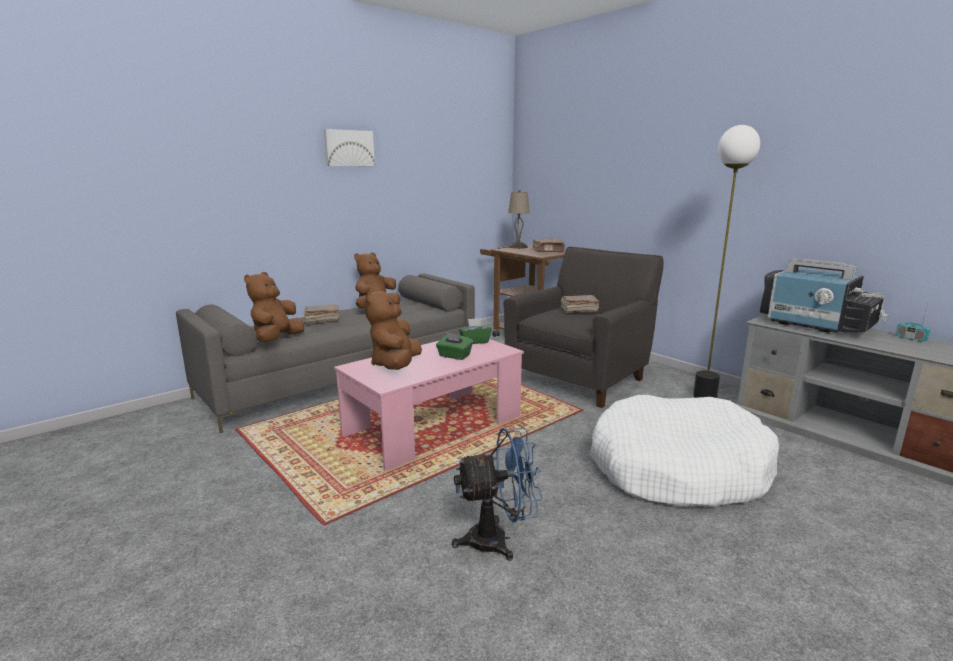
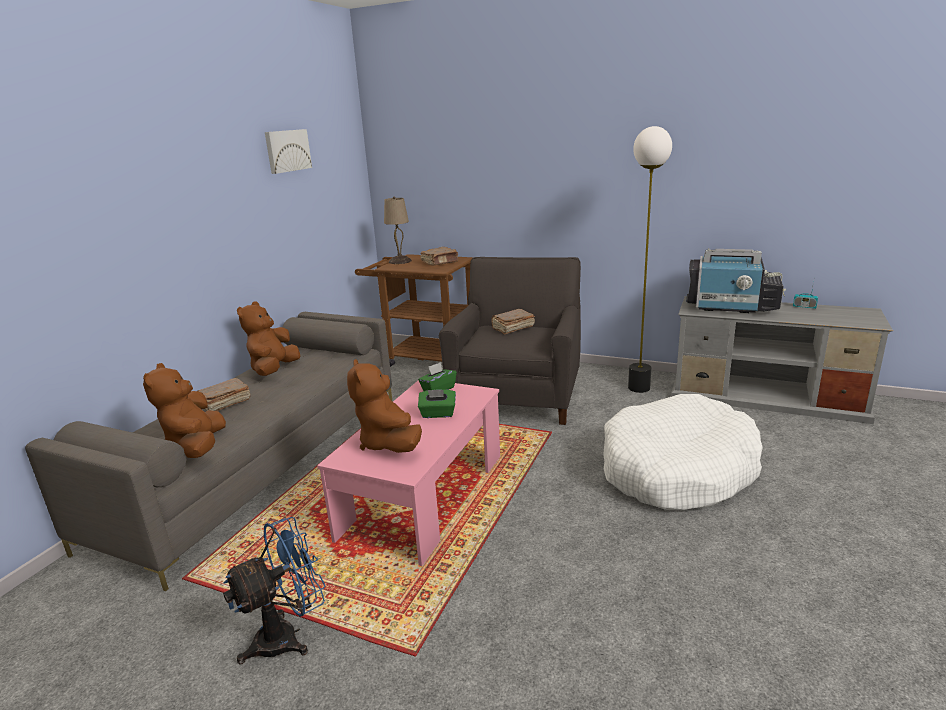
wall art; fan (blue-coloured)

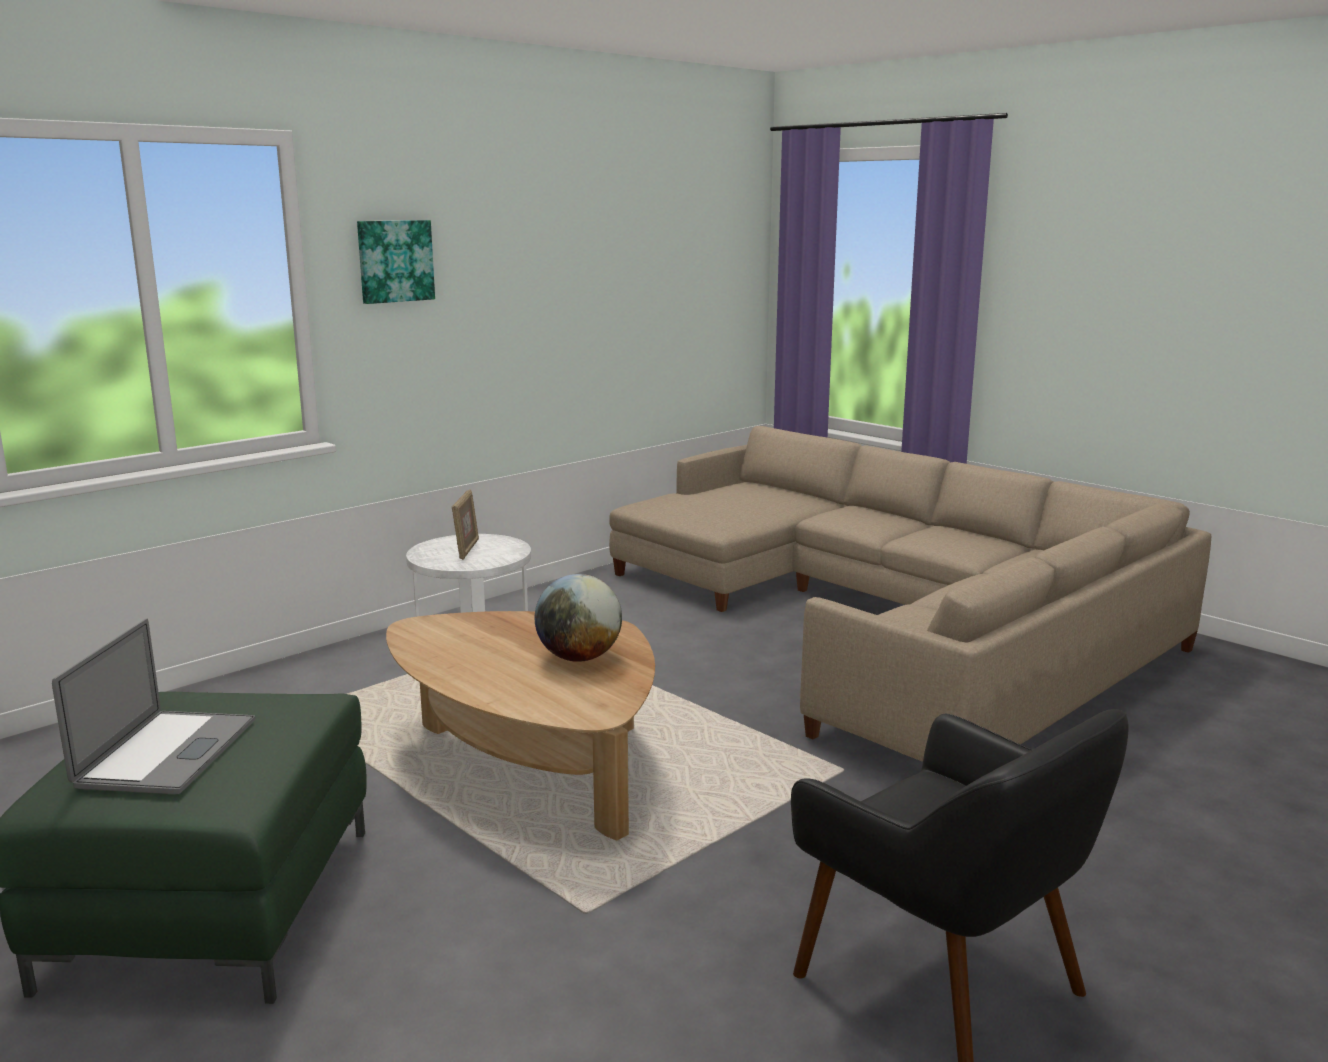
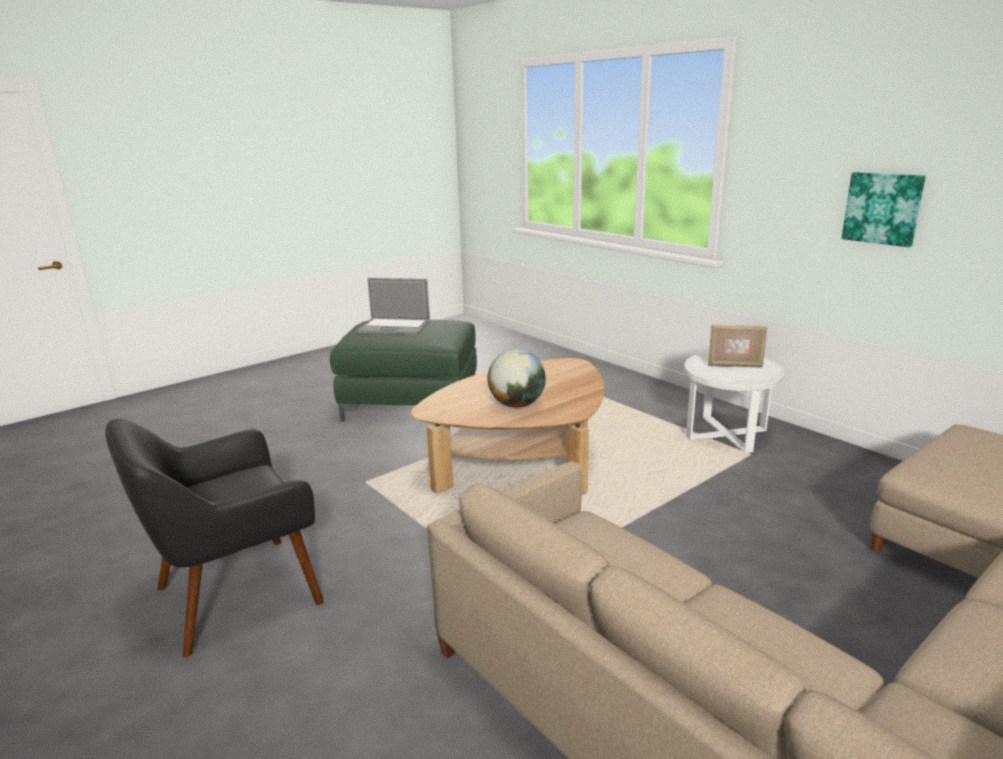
wall art

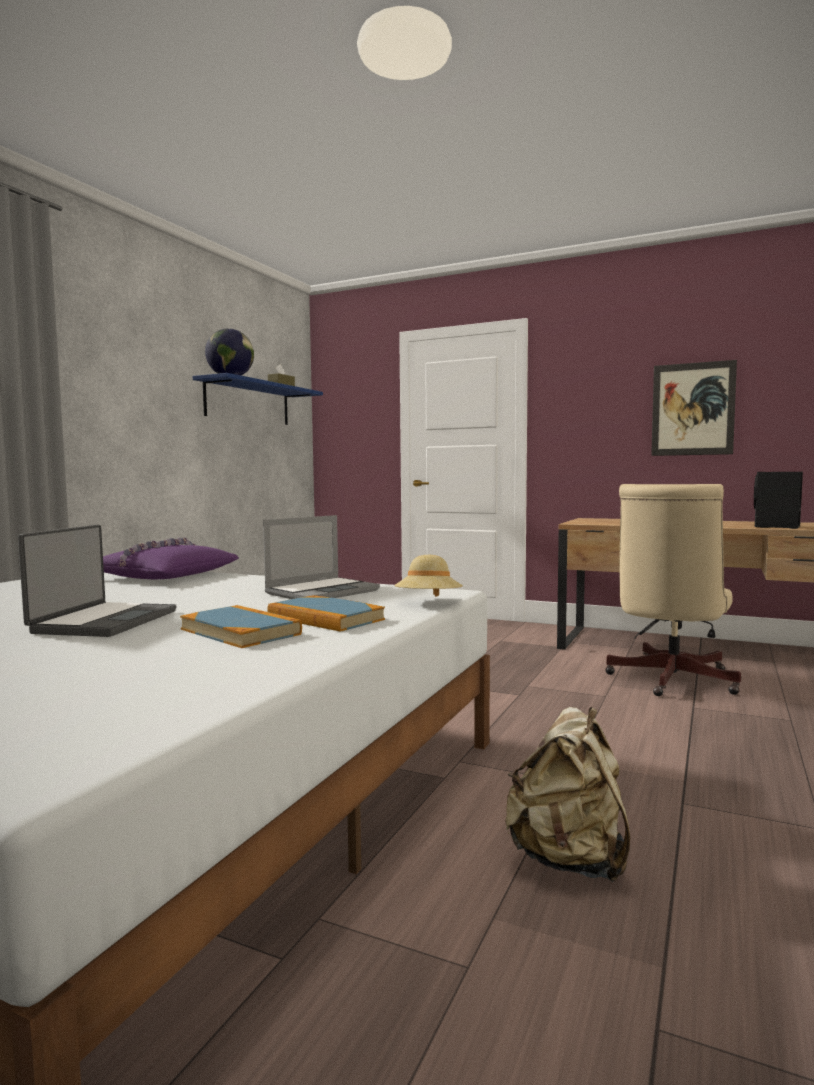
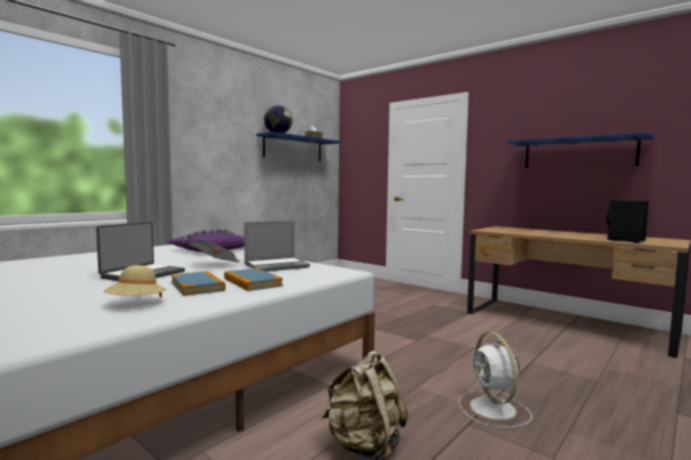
wall shelf (blue-coloured) (2nd from left); desk chair (sand-coloured); hat (sand-coloured); printed paper; fan (white-coloured)

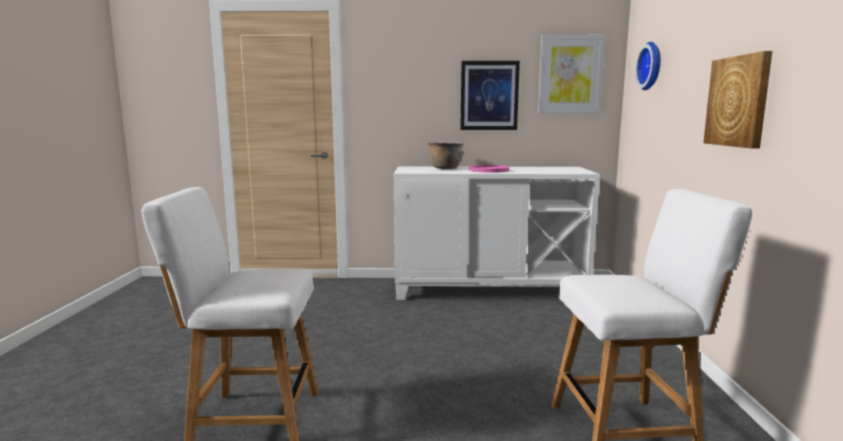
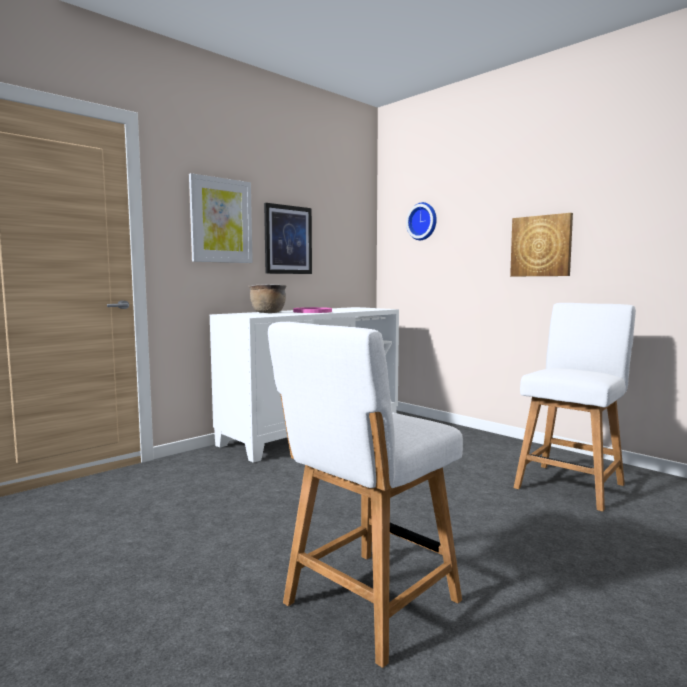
wall art (1st from left)

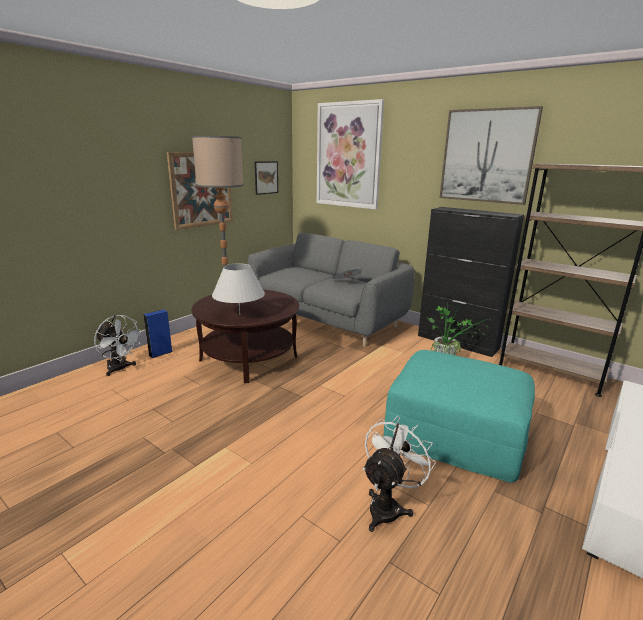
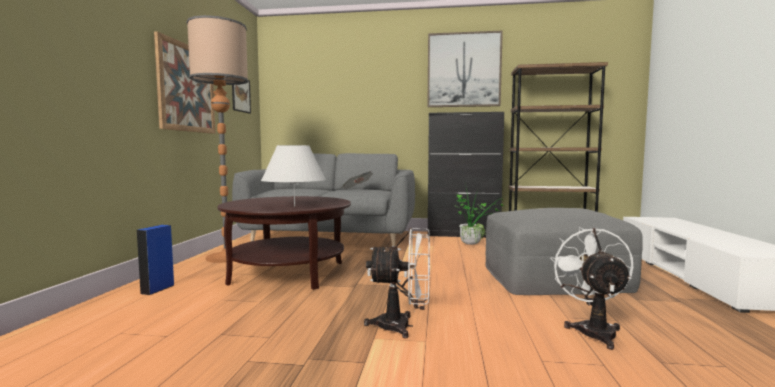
wall art (3rd from left in the first image); fan (white-coloured) (1st from left); footrest (greyish)

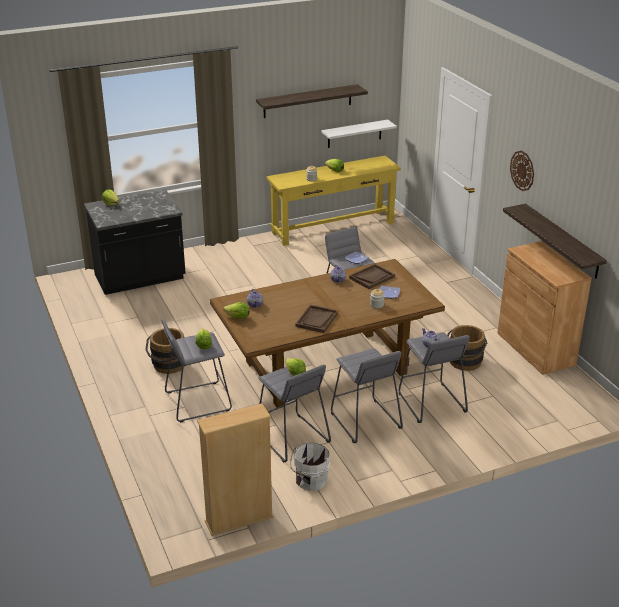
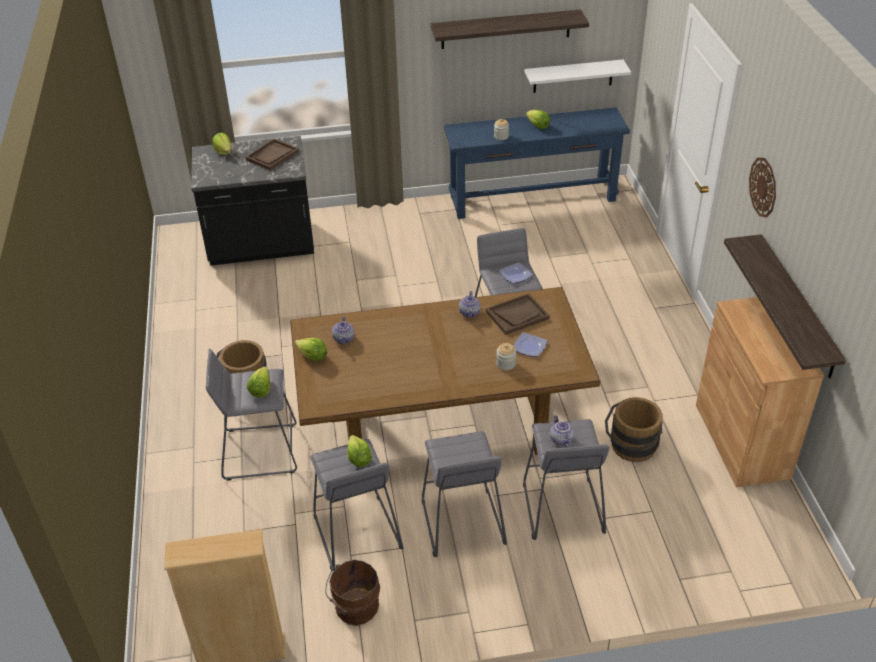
hall table (blue-coloured); carrying tray (brown) (1st from left); bucket (brown) (2nd from left)

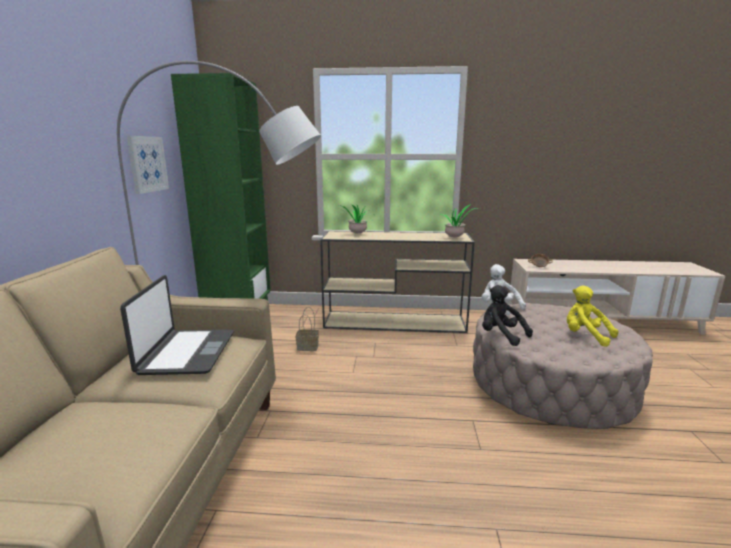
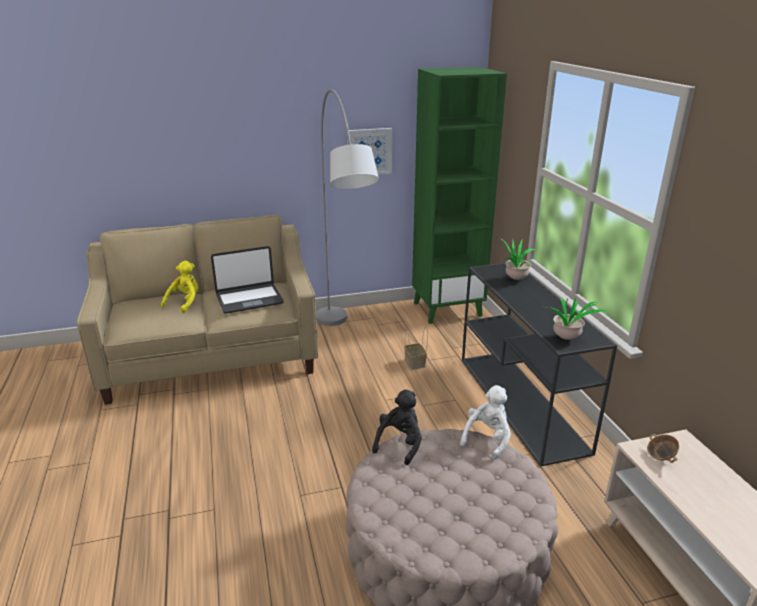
hall table (black-coloured); soft toy (yellow-coloured)

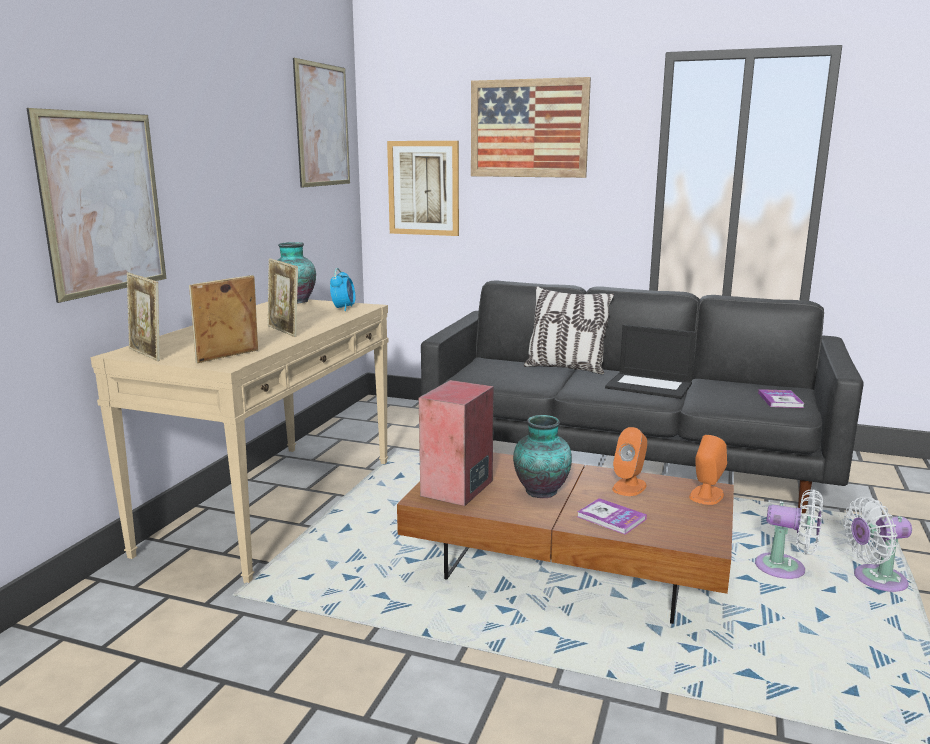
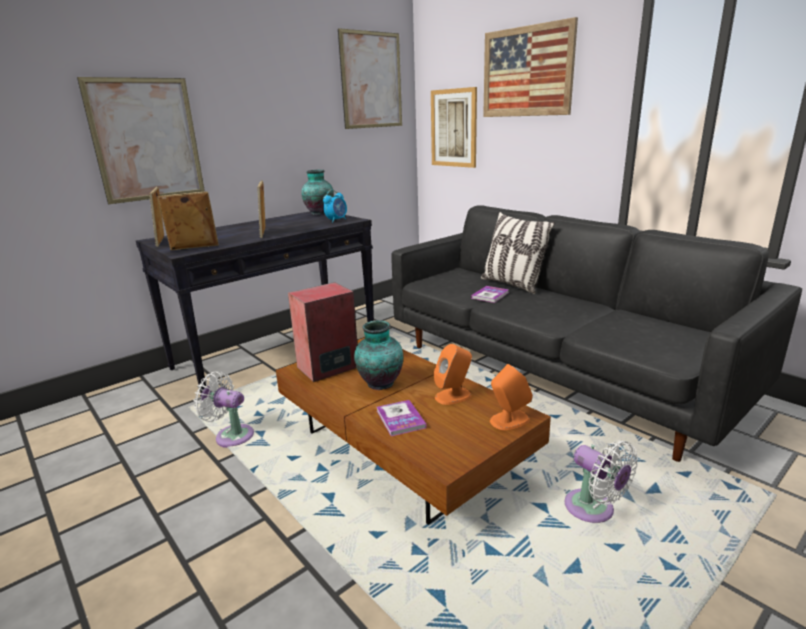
hall table (black-coloured); portable computer; bound book (2nd from left); fan (white-coloured) (1st from left)

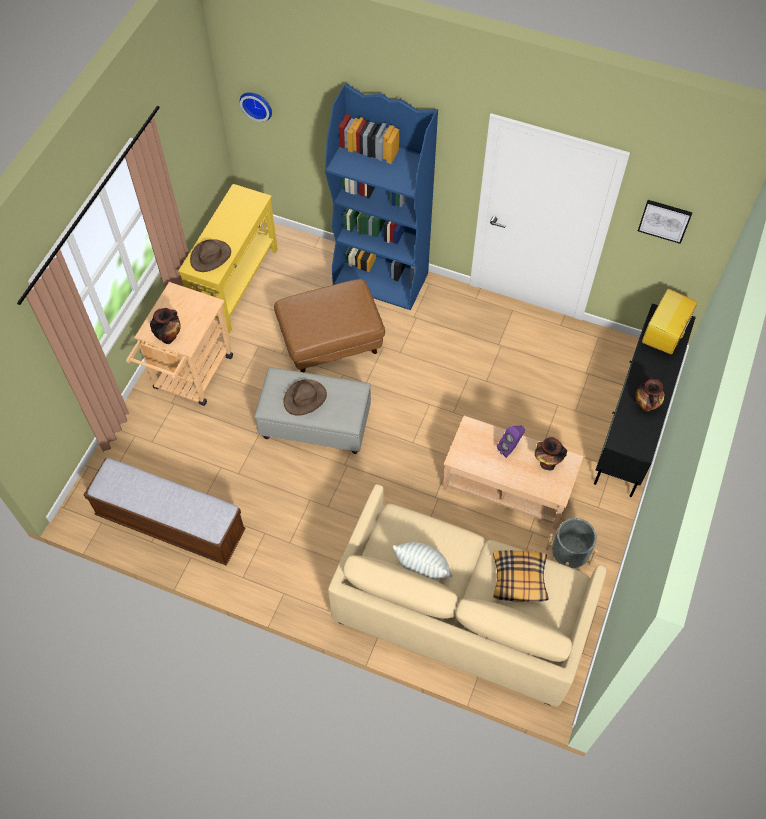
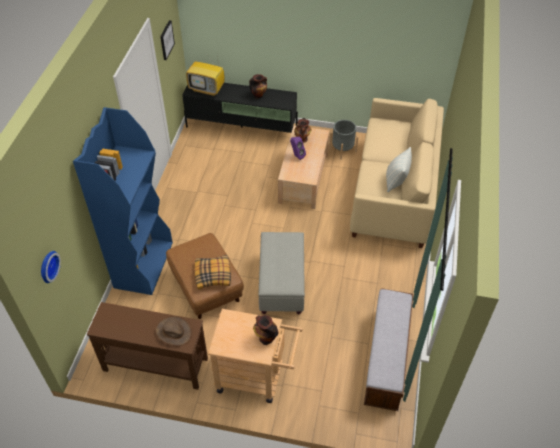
hall table (brown); hat (brown) (2nd from left in the first image); cushion (1st from left)

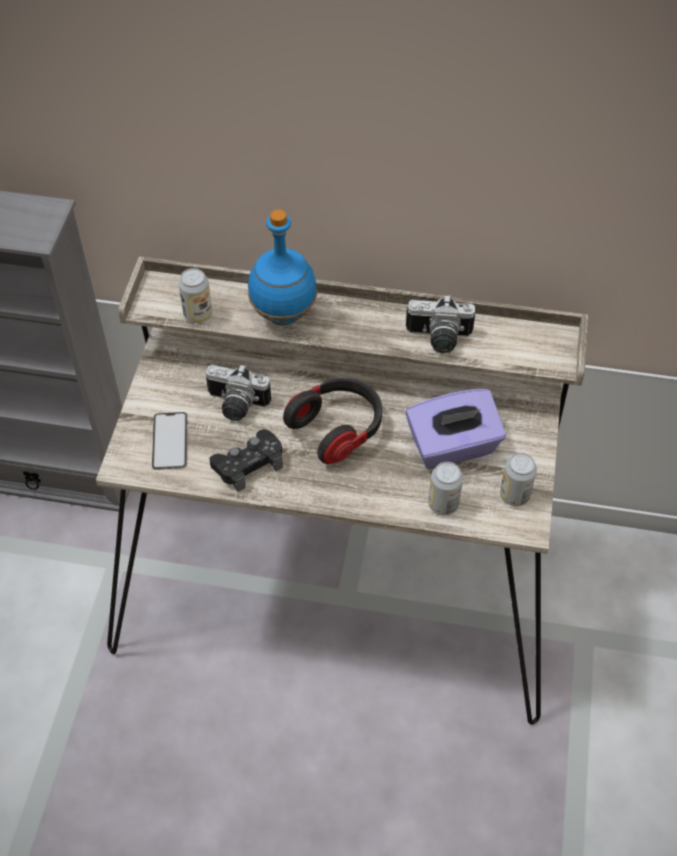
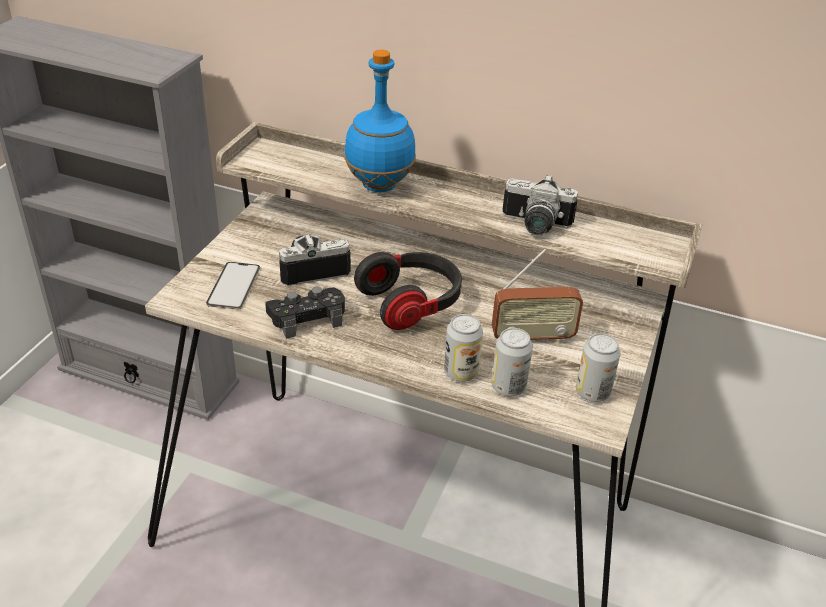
can (1st from left); photo camera (1st from left); radio set

